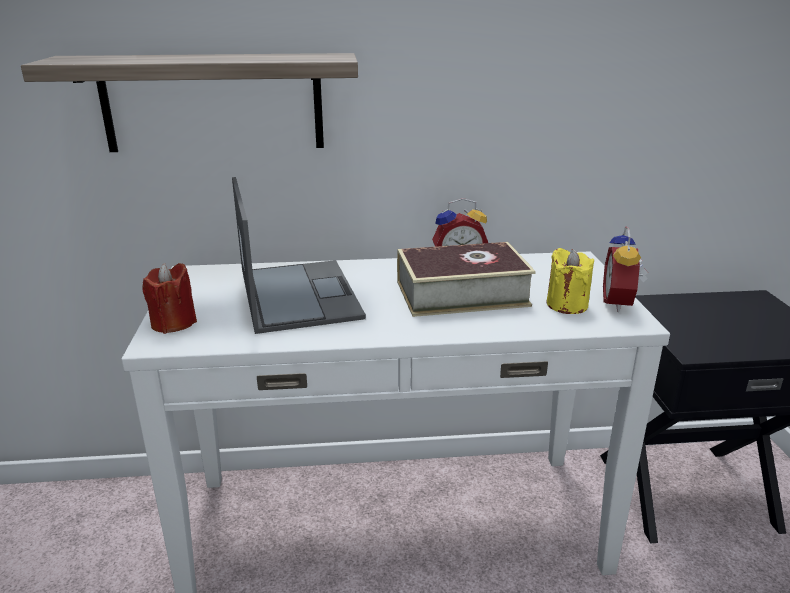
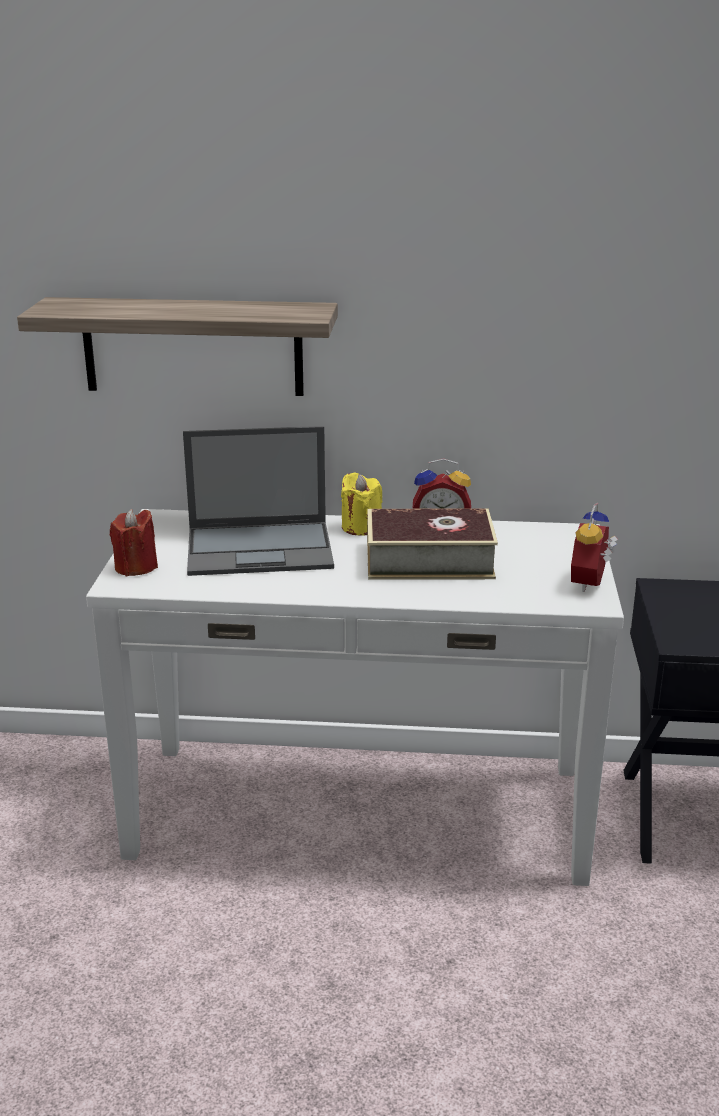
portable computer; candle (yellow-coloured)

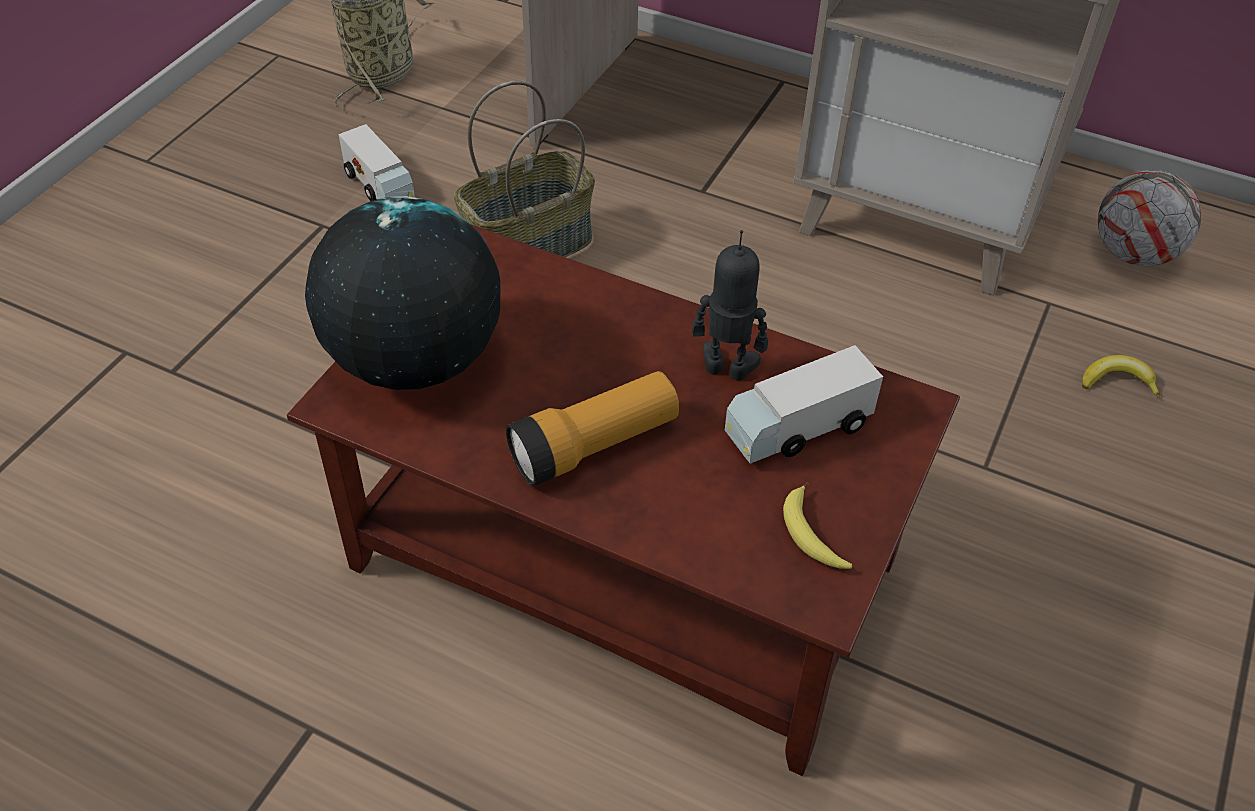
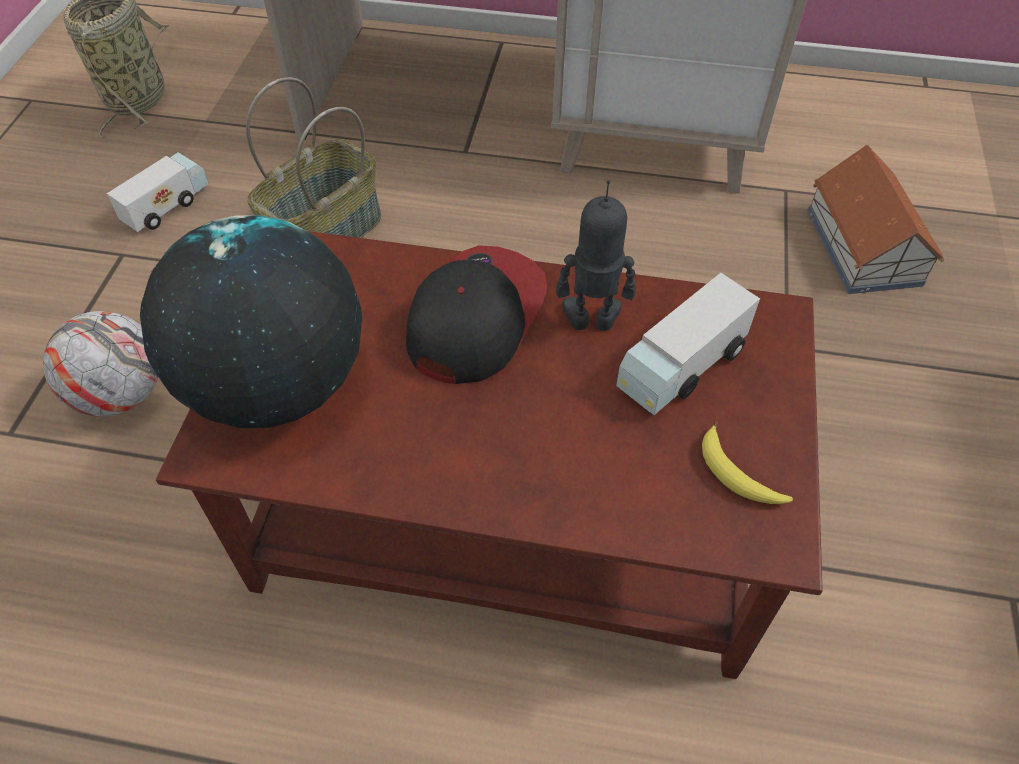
toy lorry (1st from left); ball for football; toy house; flashlight; peaked cap

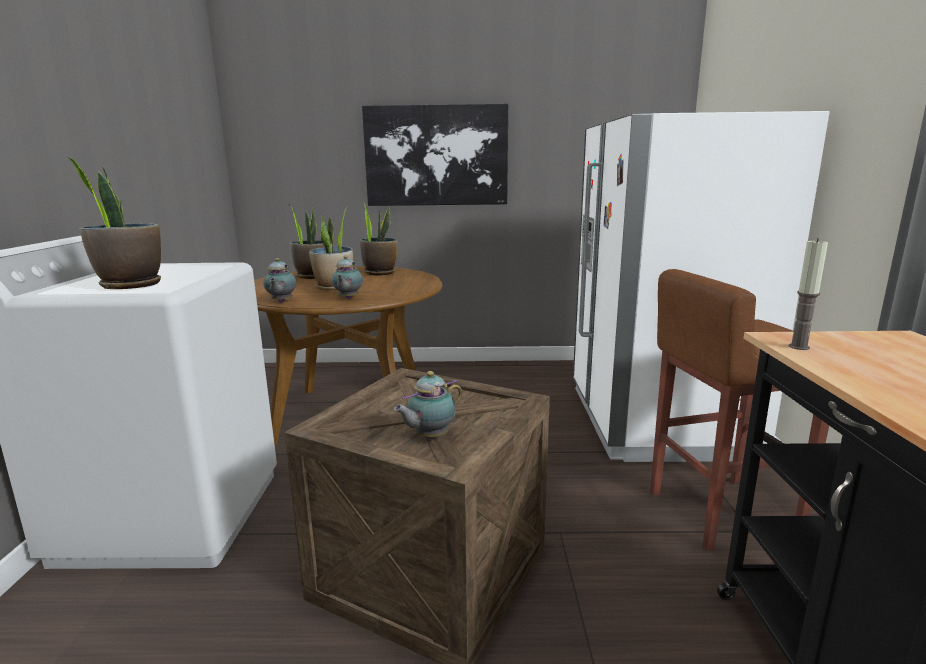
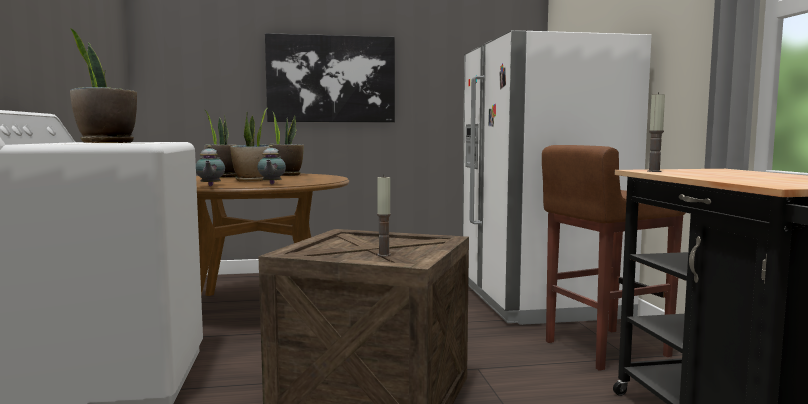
candle (1st from left)

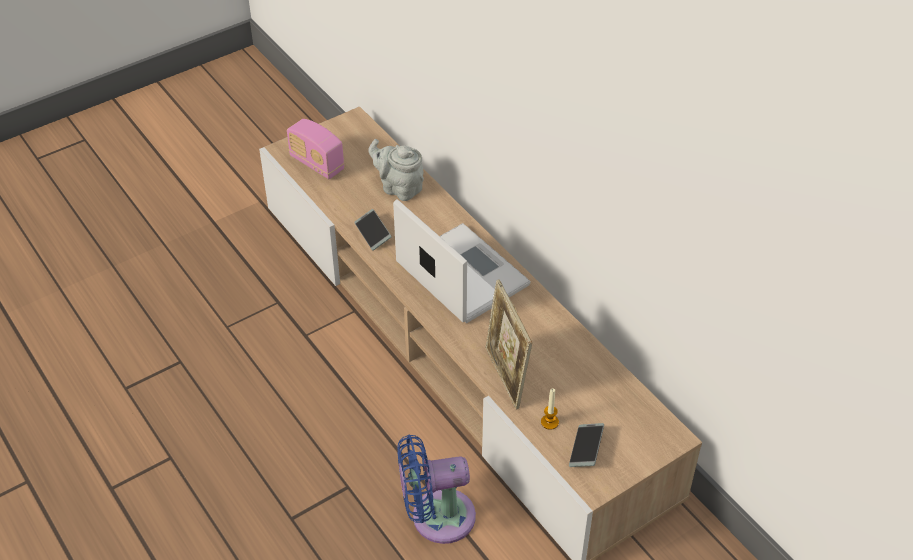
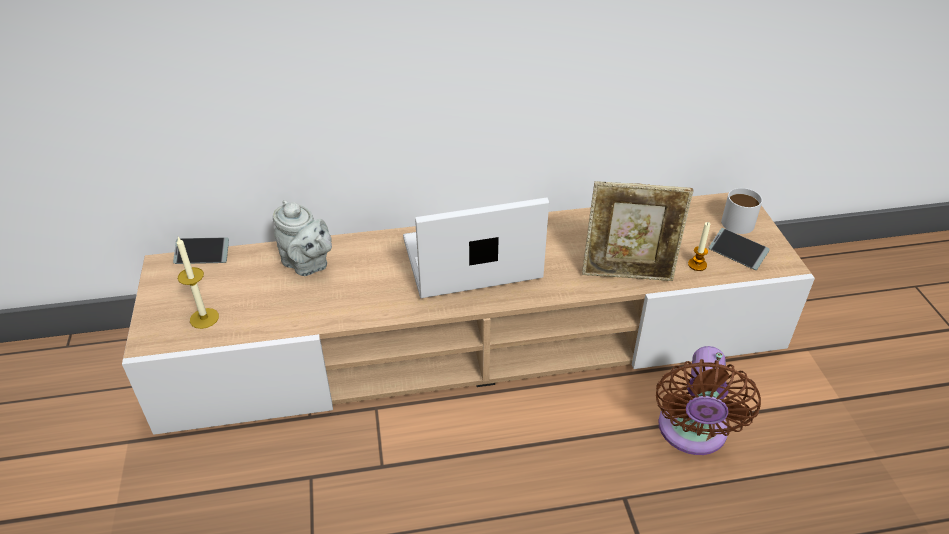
candle (1st from left); tea pot (greyish); telephone (1st from left); fan (brown); mug (white-coloured)

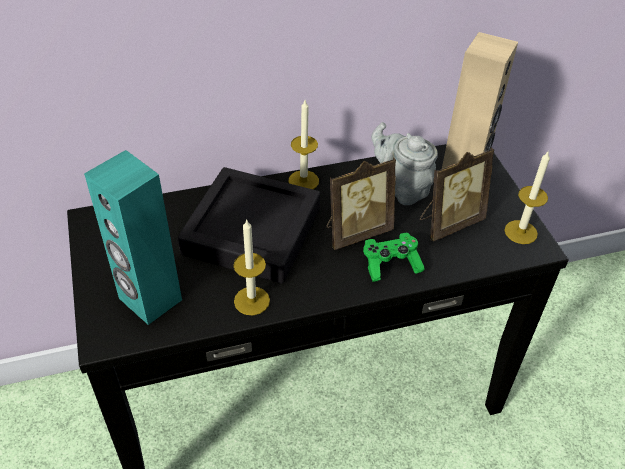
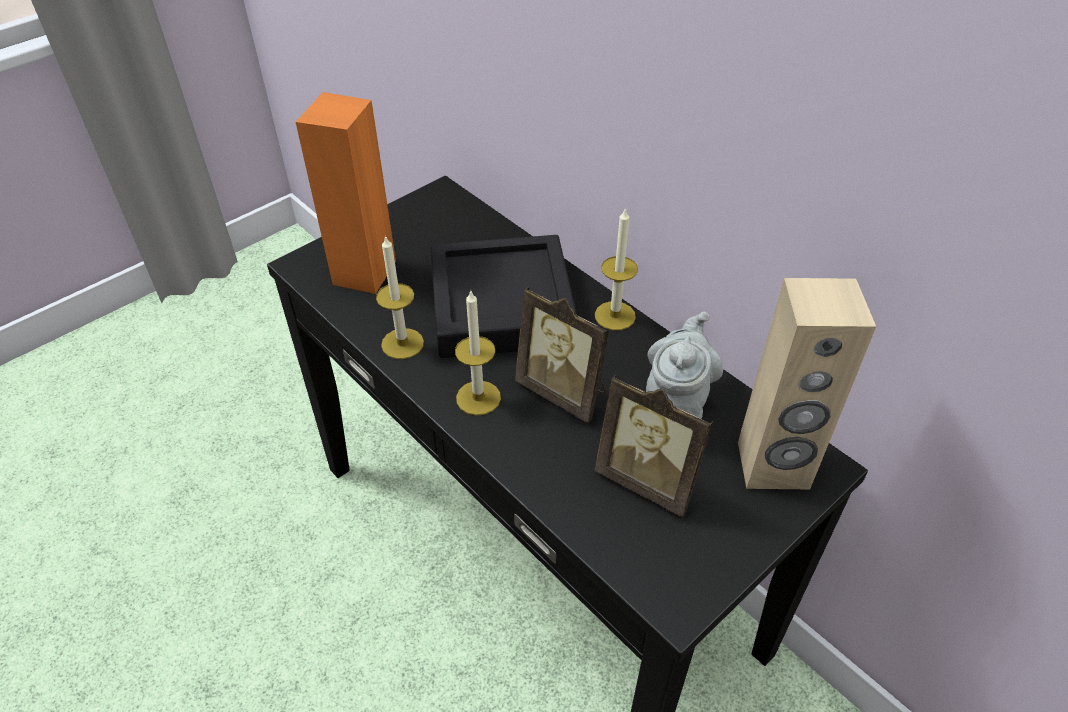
loudspeaker (orangey); candle (2nd from left); game controller (greenish)

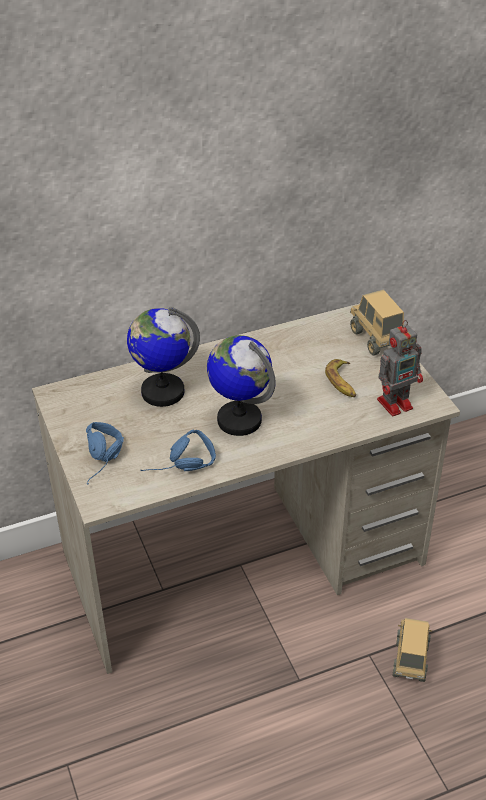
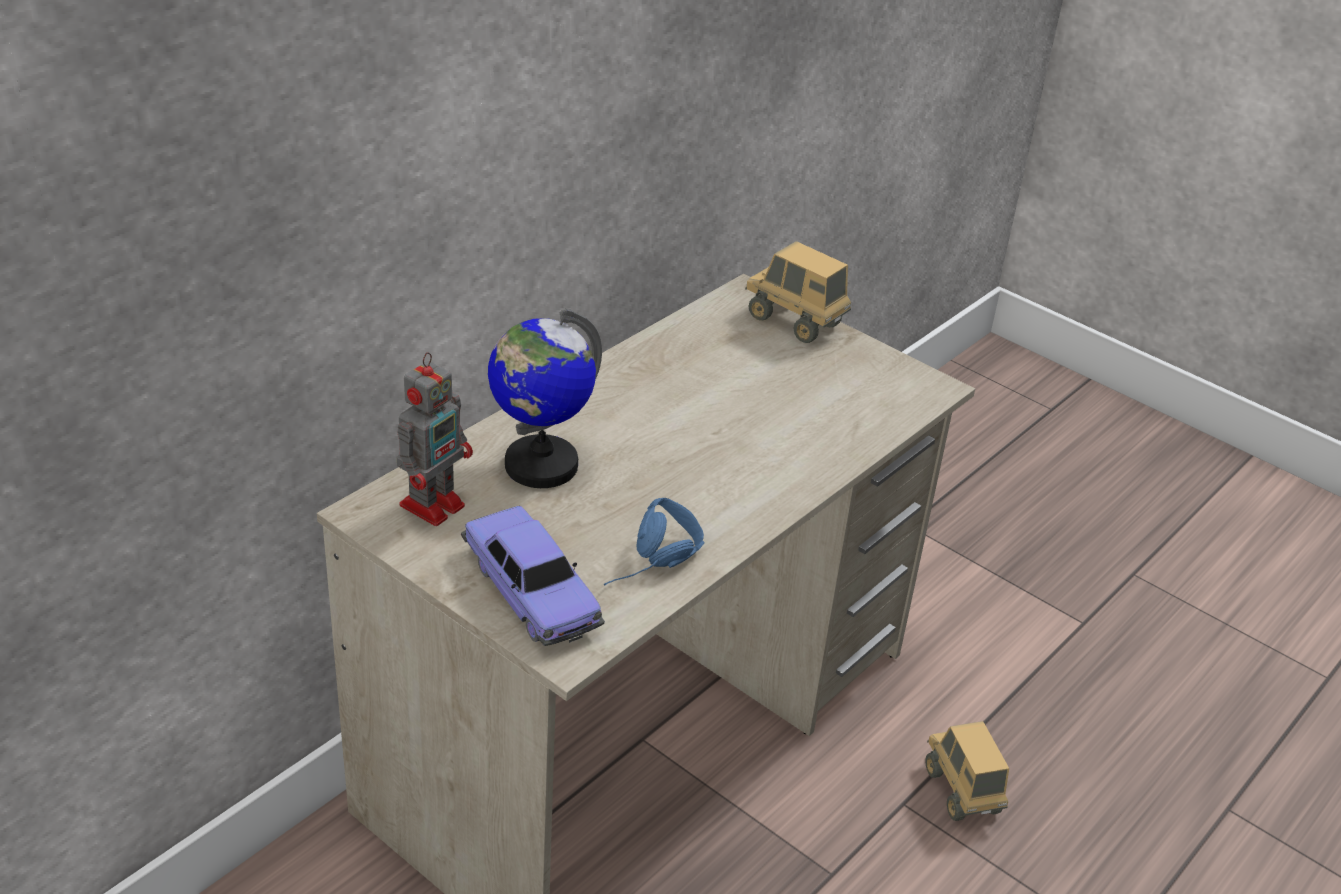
model robot; globe (2nd from left in the first image); banana; model car

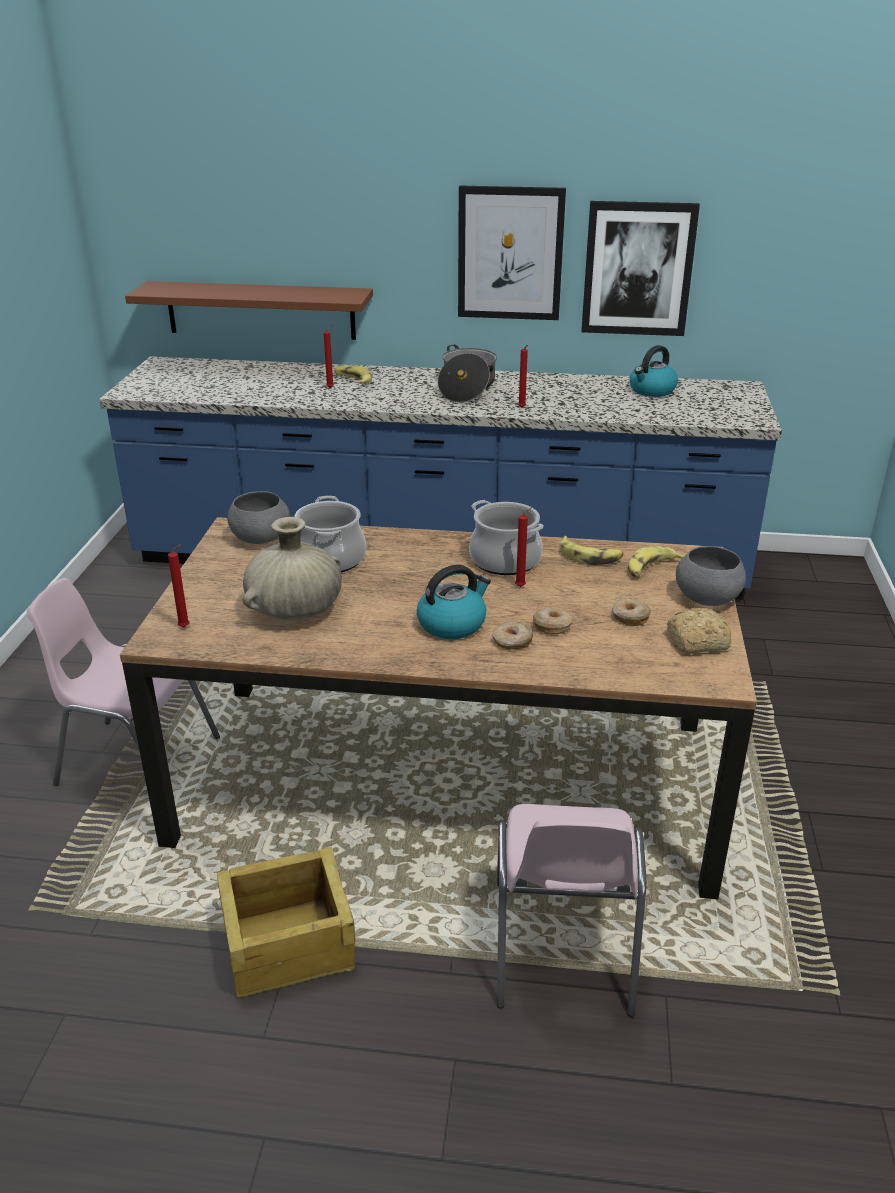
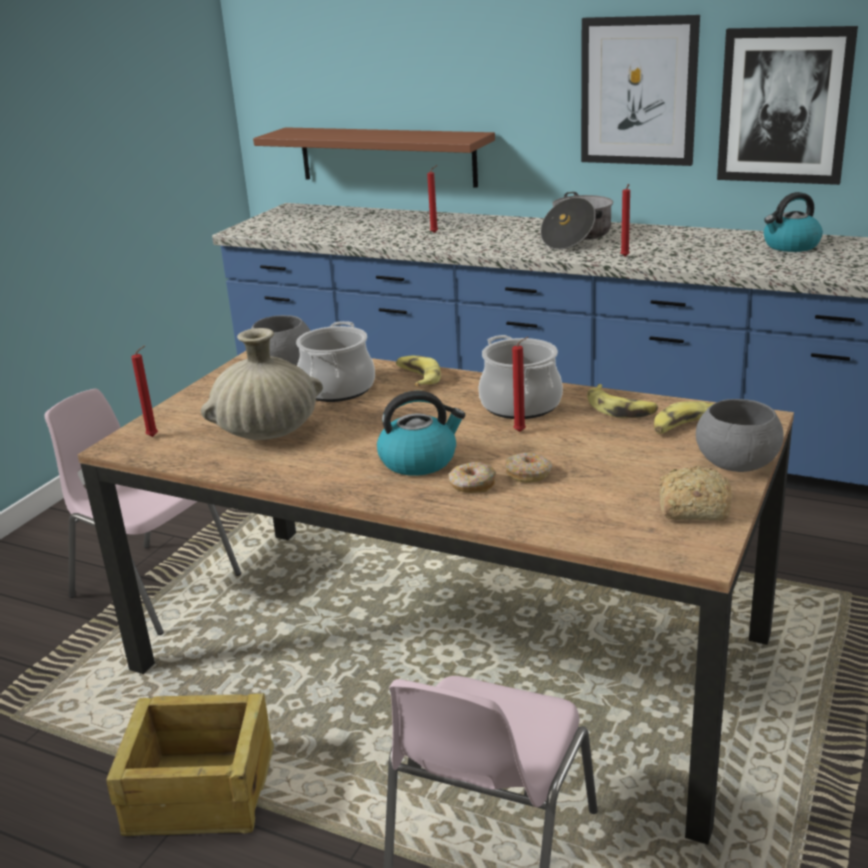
banana (1st from left); doughnut (3rd from left in the first image)

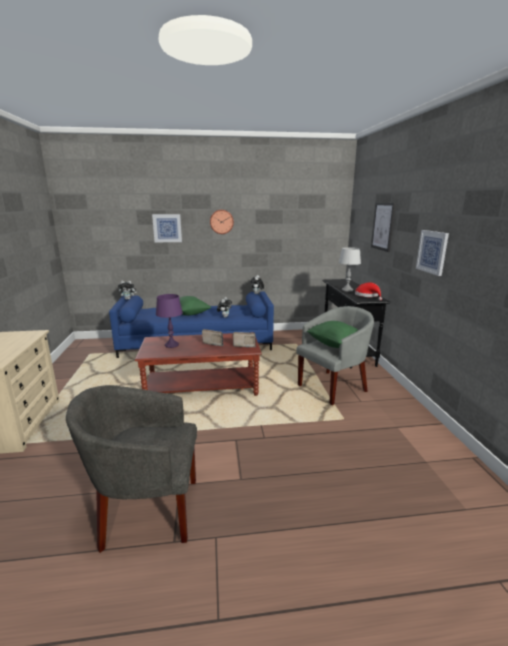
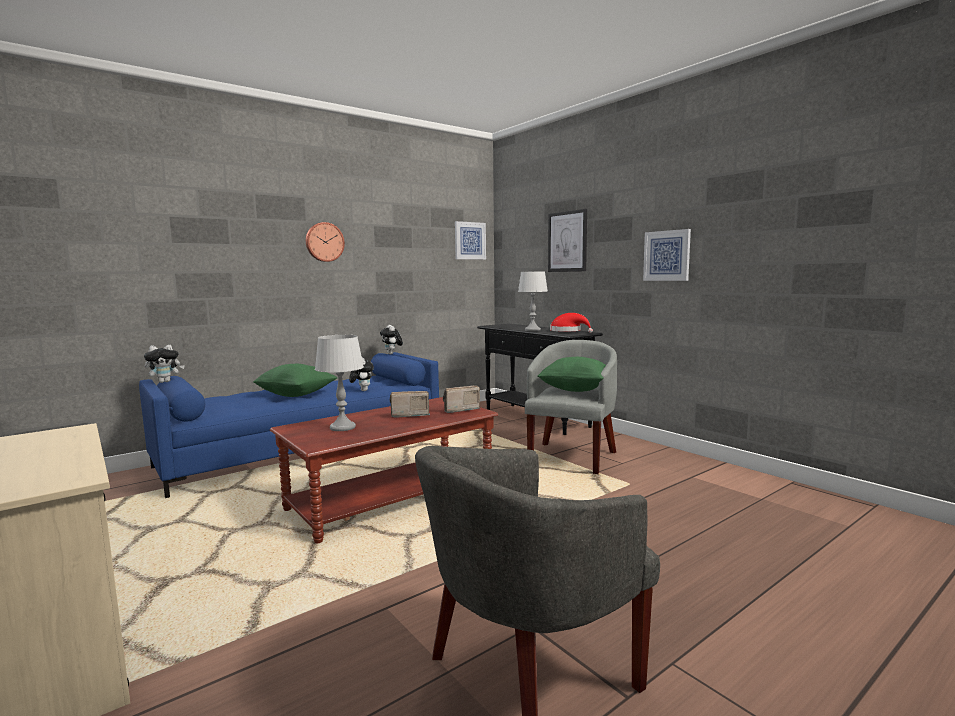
wall art (1st from left); tabletop lamp (greyish) (1st from left)

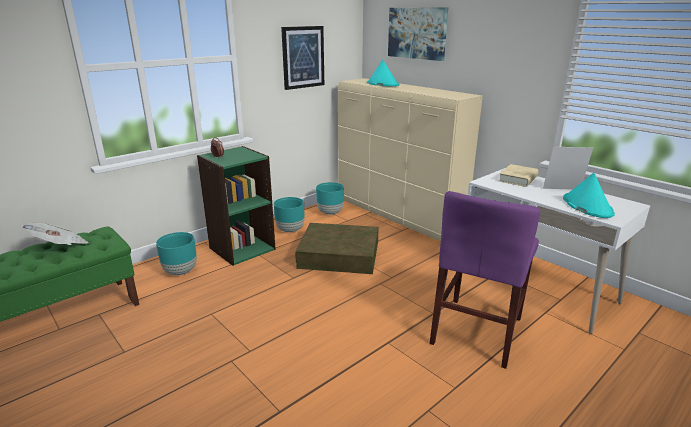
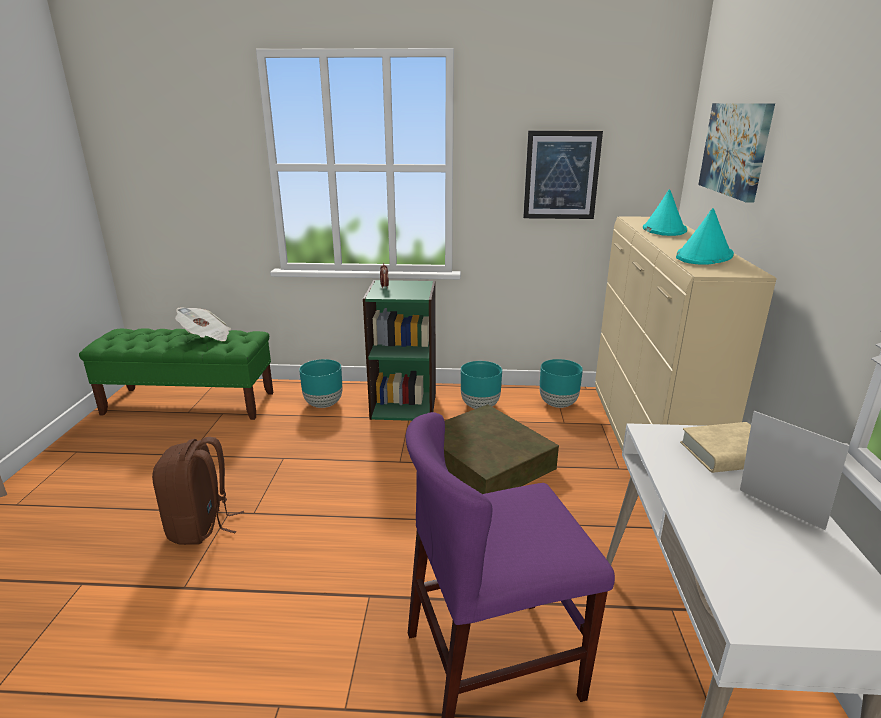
hat (turquoise-coloured) (2nd from left); knapsack (brown)

